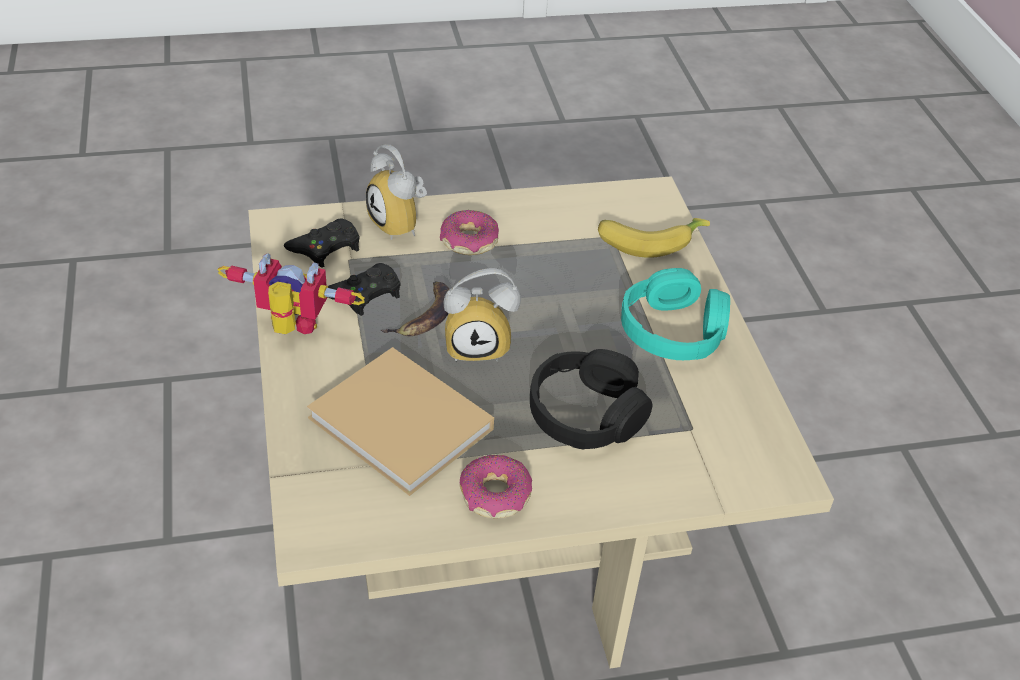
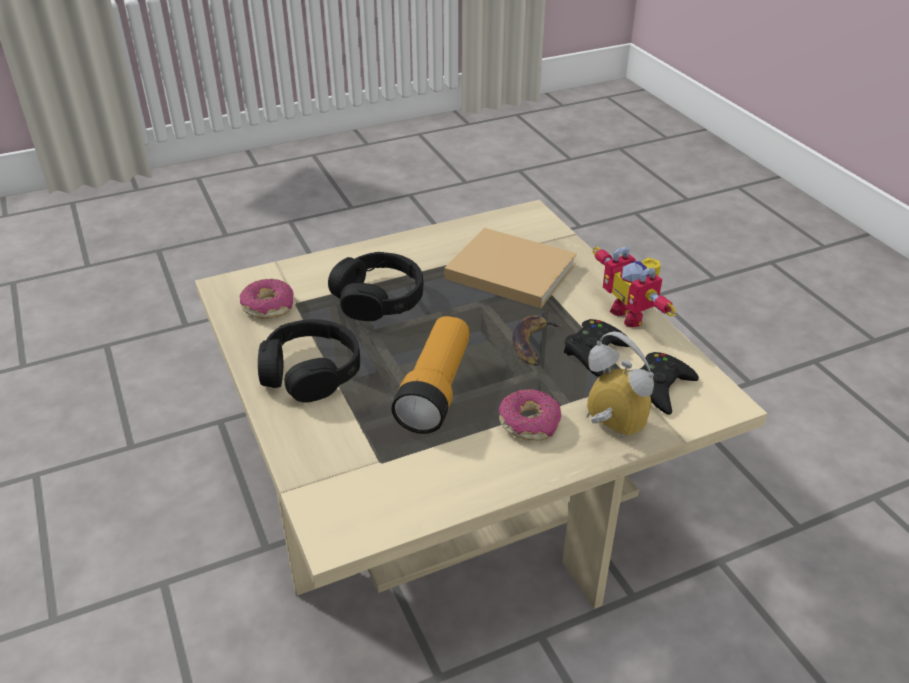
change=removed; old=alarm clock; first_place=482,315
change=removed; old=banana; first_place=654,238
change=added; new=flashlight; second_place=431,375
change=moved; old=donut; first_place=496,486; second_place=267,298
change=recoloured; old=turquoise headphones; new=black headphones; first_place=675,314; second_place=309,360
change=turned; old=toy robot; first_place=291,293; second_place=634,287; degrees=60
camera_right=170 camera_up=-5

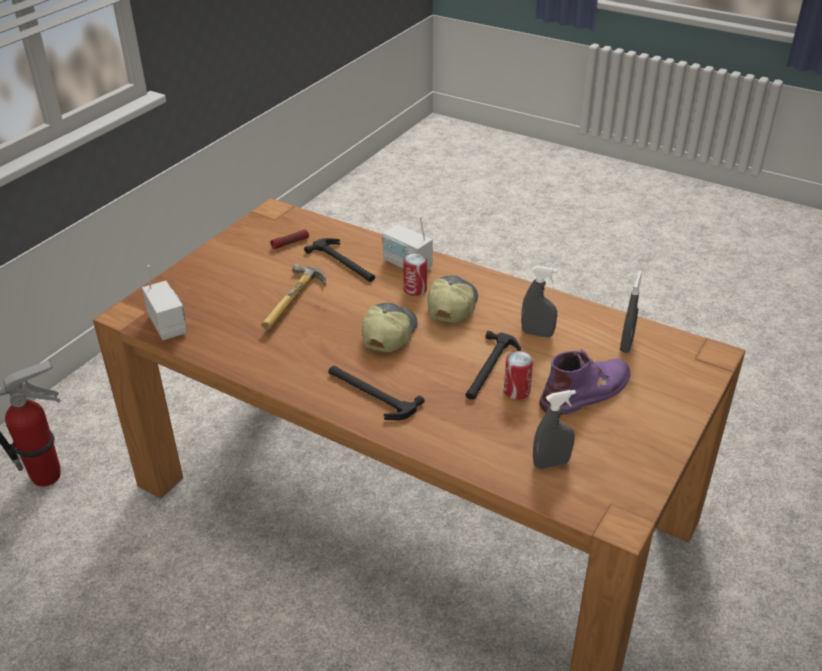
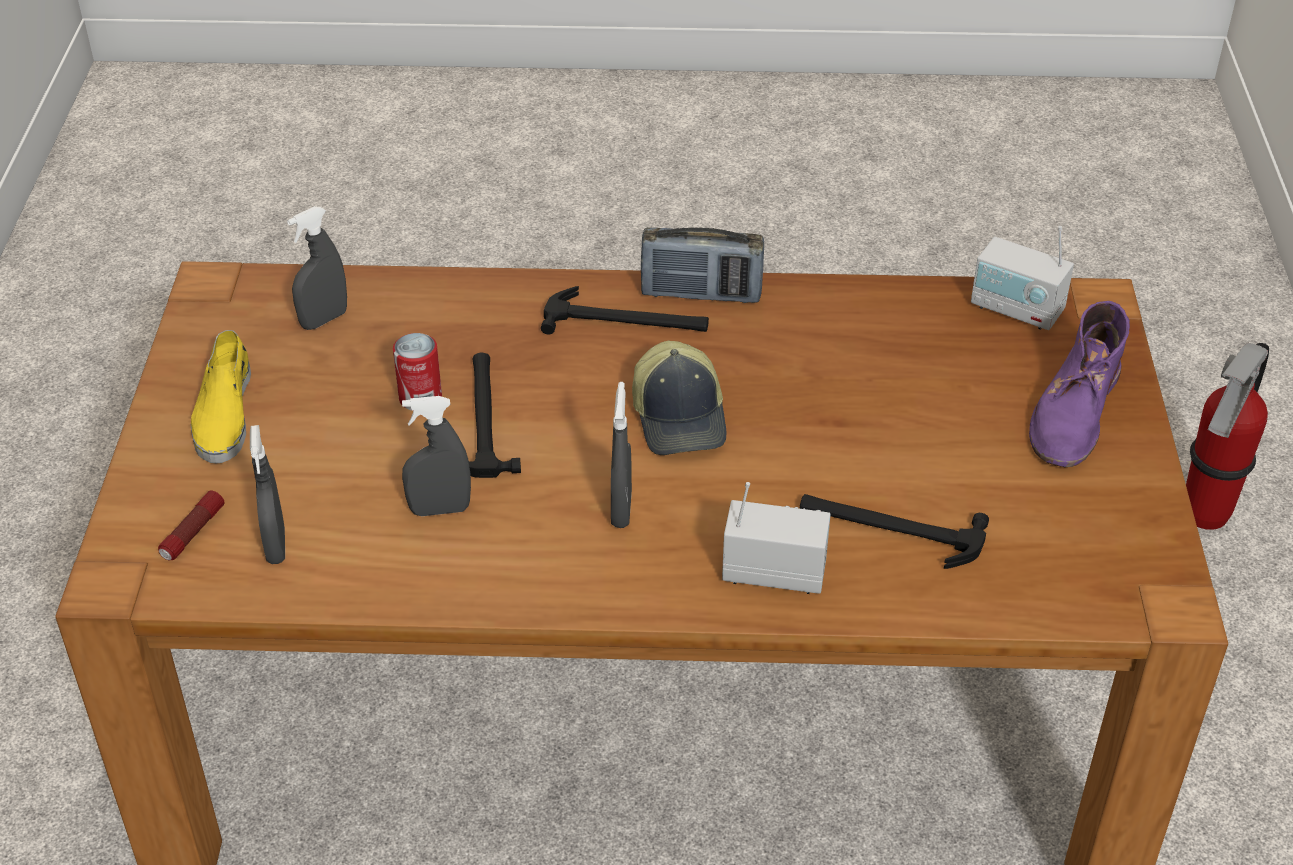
change=removed; old=hammer; first_place=293,296
change=removed; old=can; first_place=415,274
change=added; new=yellow shoe; second_place=221,396
change=added; new=radio; second_place=702,265
change=moved; old=flashlight; first_place=290,239; second_place=191,525
change=moved; old=purple boot; first_place=584,382; second_place=1079,384
change=replaced; old=cap; new=grey spray bottle; first_place=452,299; second_place=621,455
camera_right=150 camera_up=5

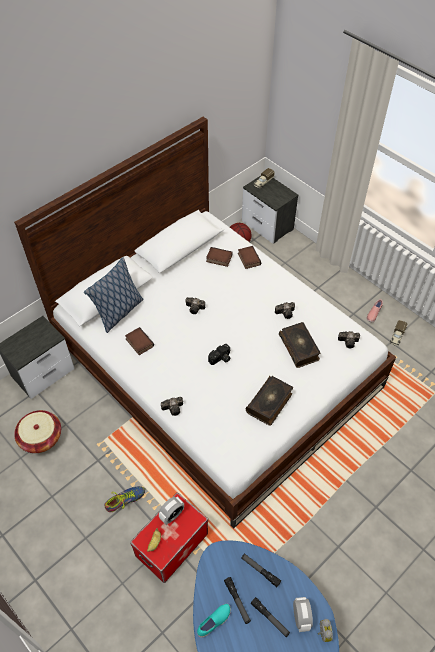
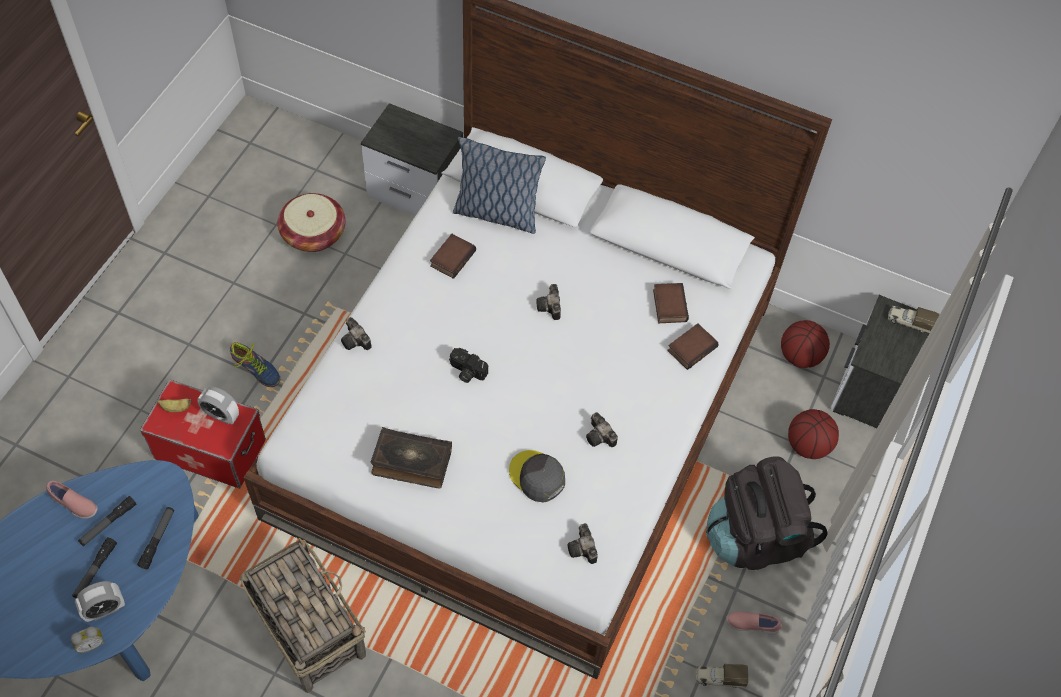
change=added; new=basket; second_place=303,615
change=added; new=black backpack; second_place=767,513
change=added; new=basketball; second_place=813,434
change=replaced; old=book; new=grey cap; first_place=300,345; second_place=537,476
change=recoloured; old=turquoise shoe; new=pink shoe; first_place=214,621; second_place=72,500
camera_right=65 camera_up=5

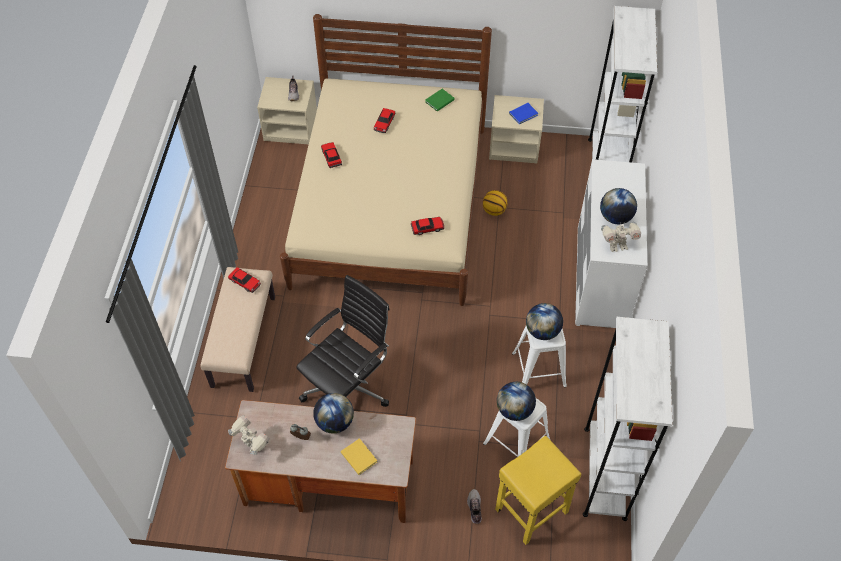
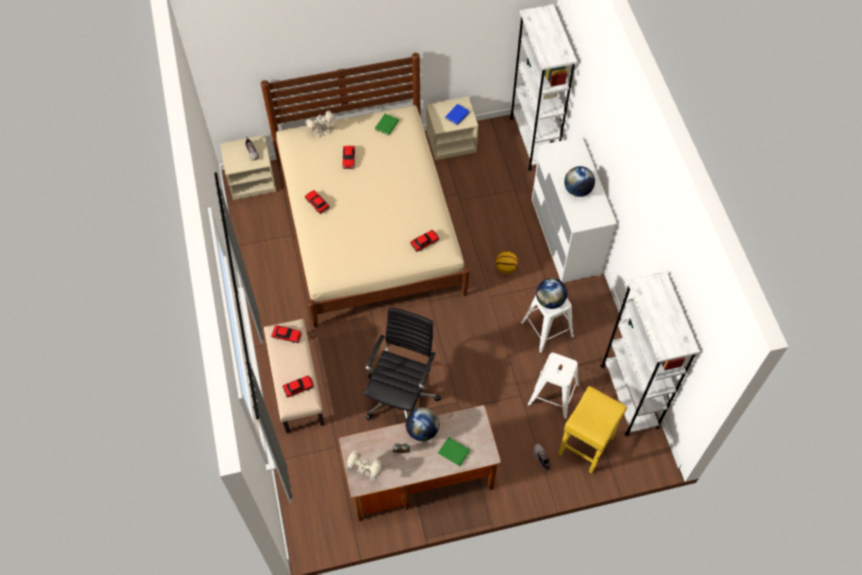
change=removed; old=globe; first_place=516,401
change=added; new=toy car; second_place=298,387
change=moved; old=basketball; first_place=495,203; second_place=506,262
change=moved; old=toy robot; first_place=621,237; second_place=320,123
change=recoloured; old=yellow book; new=green book; first_place=359,456; second_place=454,451
camera_right=-20 camera_up=5

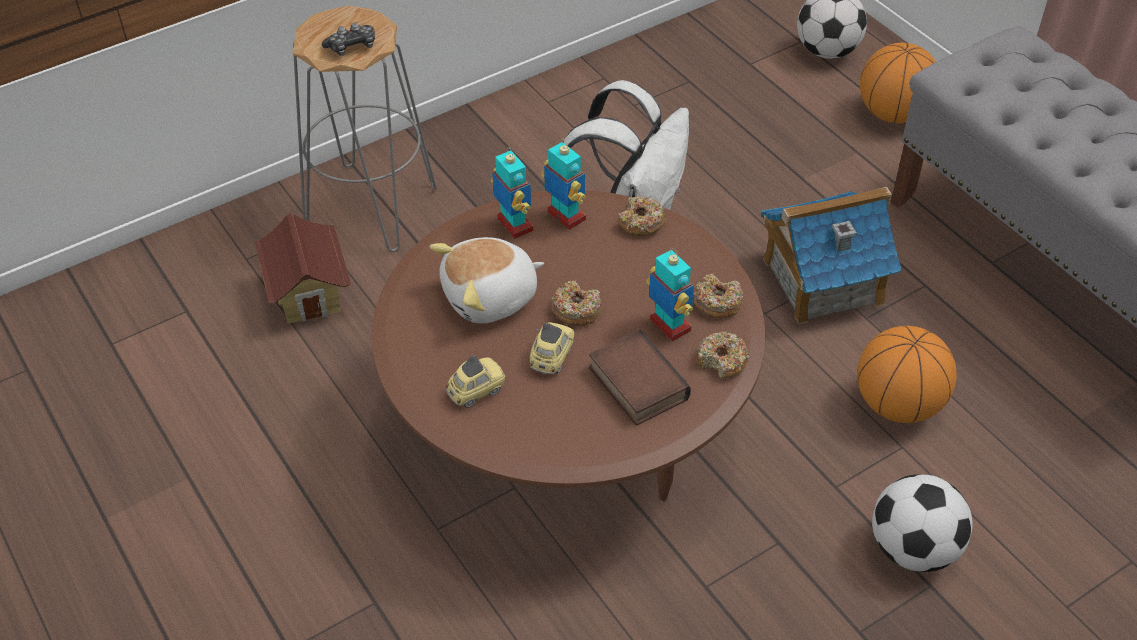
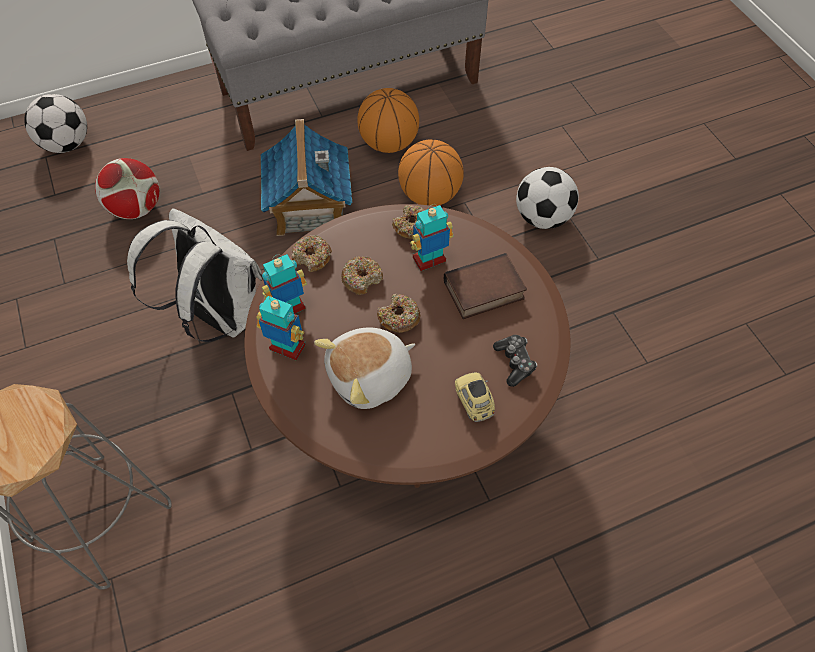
change=removed; old=toy house; first_place=302,269
change=removed; old=toy car; first_place=552,348
change=added; new=football; second_place=127,188
change=moved; old=game controller; first_place=348,39; second_place=515,361
change=moved; old=donut; first_place=722,354; second_place=362,276
change=moved; old=basketball; first_place=898,83; second_place=388,120
change=turned; old=plush toy; first_place=487,280; second_place=364,368; degrees=75
change=turned; old=toy robot; first_place=512,193; second_place=281,328; degrees=45
camera_right=-80 camera_up=10

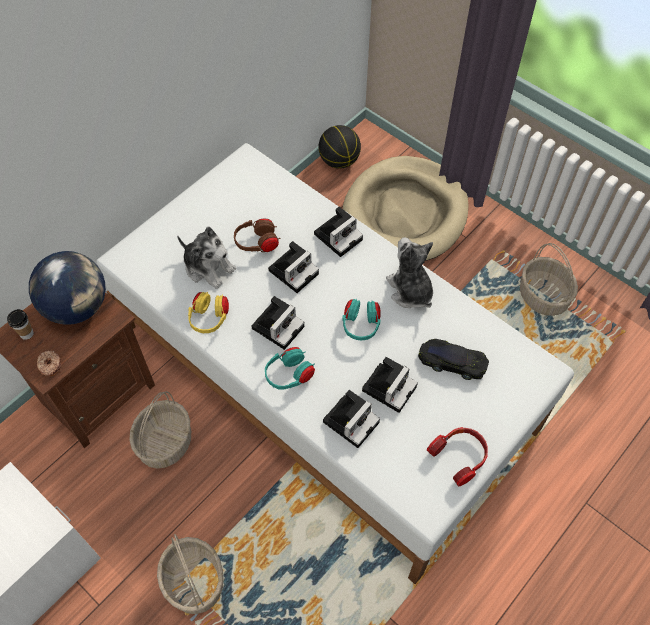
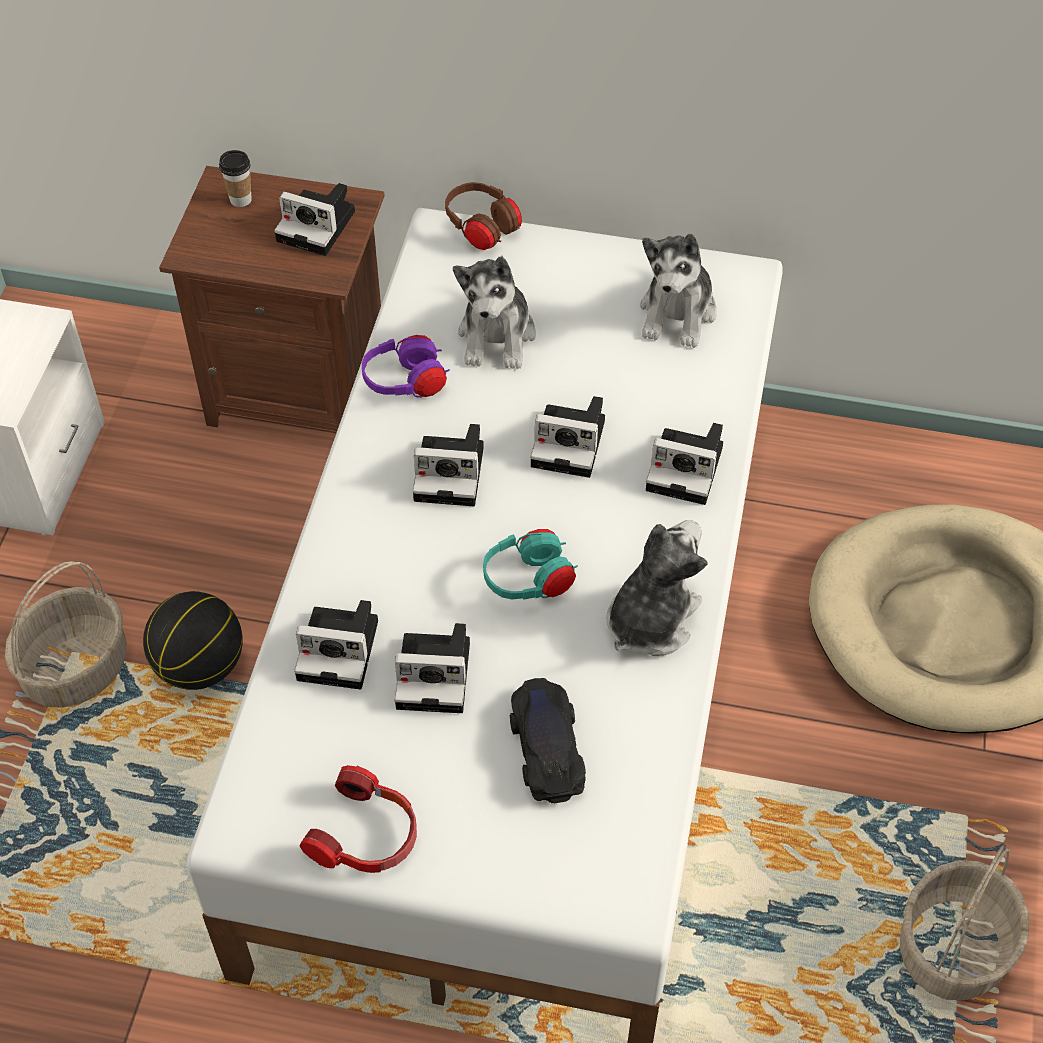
change=removed; old=donut; first_place=49,363
change=removed; old=basket; first_place=160,430
change=removed; old=turquoise headphones; first_place=290,368
change=added; new=plush toy; second_place=678,291
change=moved; old=brown headphones; first_place=257,235; second_place=483,216
change=moved; old=basketball; first_place=340,147; second_place=193,640
change=replaced; old=globe; new=photo camera; first_place=67,288; second_place=314,219
change=recoloured; old=yellow headphones; new=purple headphones; first_place=208,312; second_place=406,366
camera_right=60 camera_up=-5

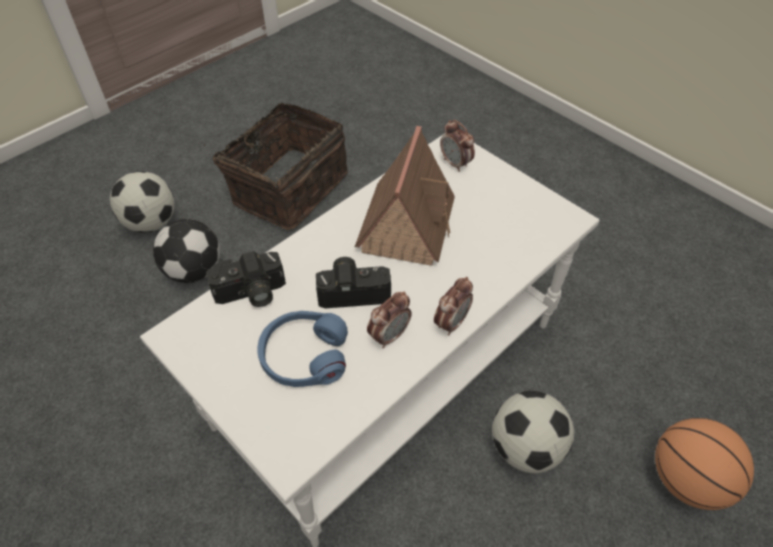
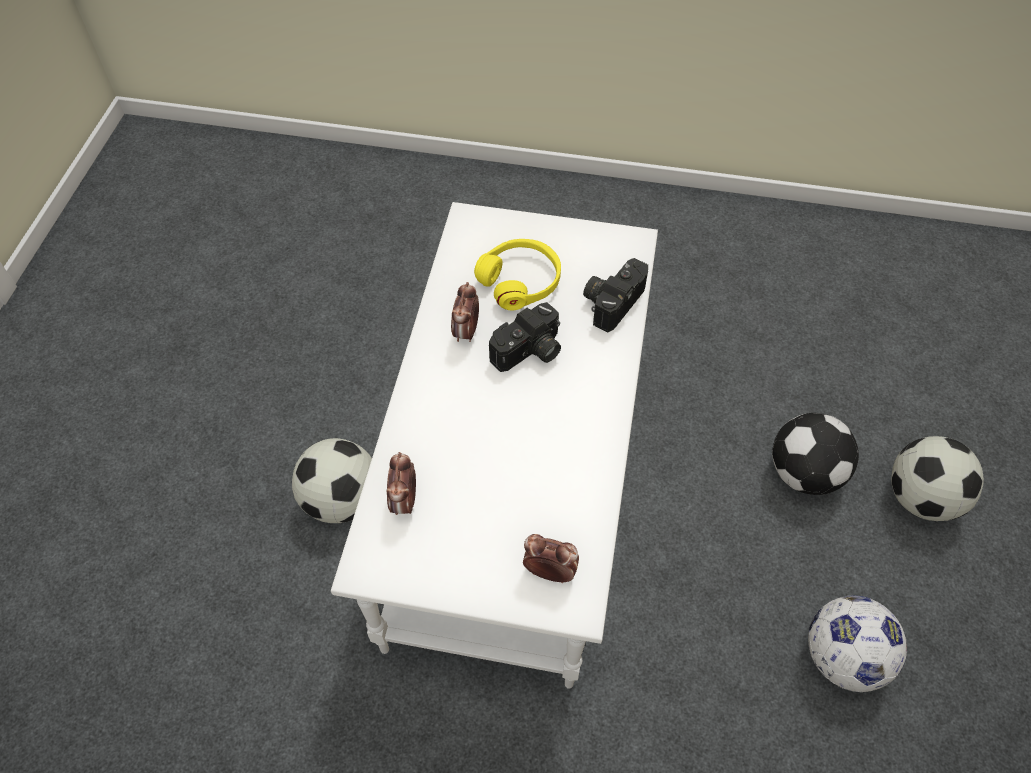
change=removed; old=toy house; first_place=405,196
change=removed; old=basketball; first_place=704,464
change=moved; old=alarm clock; first_place=453,306; second_place=401,483
change=replaced; old=basket; new=football; first_place=276,166; second_place=857,643
change=recoloured; old=blue headphones; new=yellow headphones; first_place=302,349; second_place=517,275
camera_right=145 camera_up=5

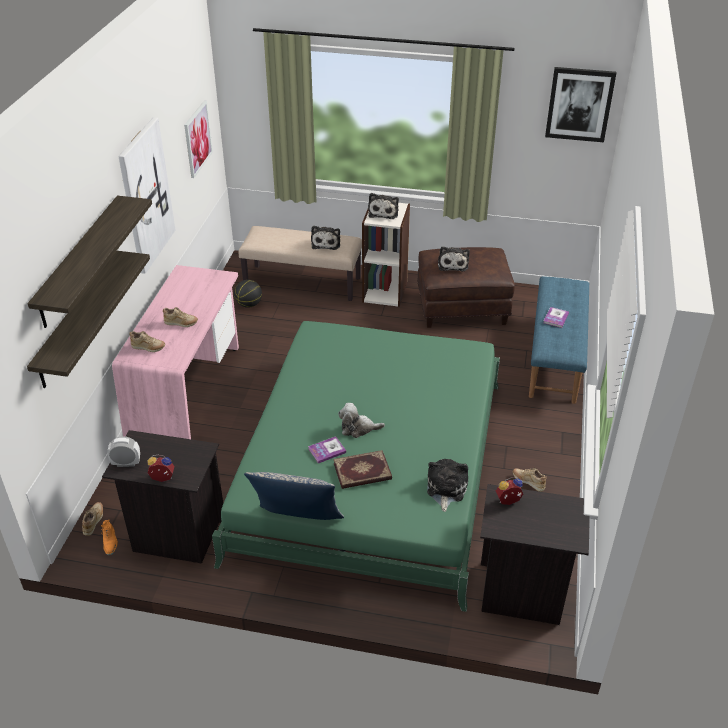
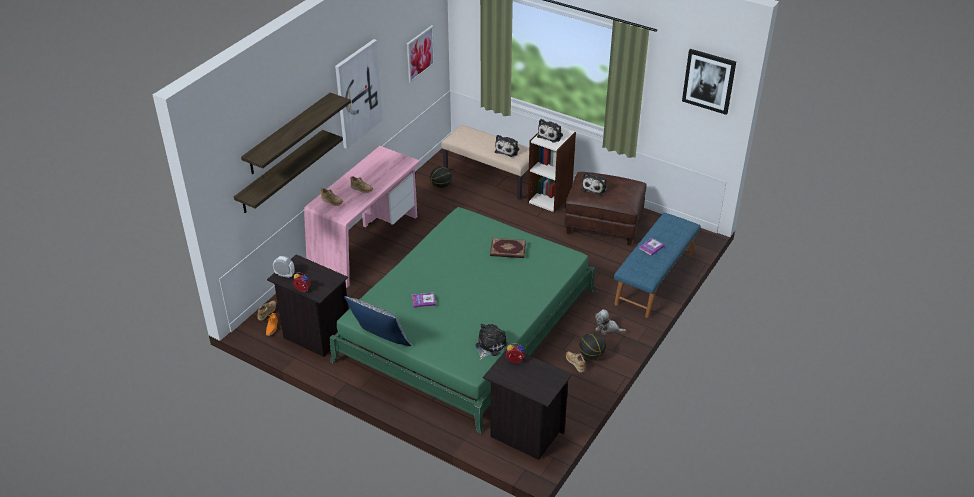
change=added; new=basketball; second_place=592,345
change=moved; old=book; first_place=362,469; second_place=508,248
change=moved; old=plush toy; first_place=361,420; second_place=610,322
camera_right=20 camera_up=0

